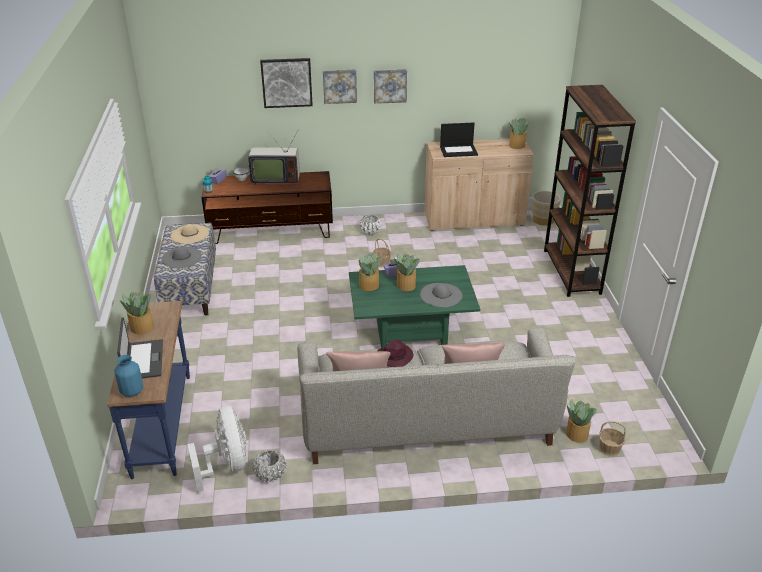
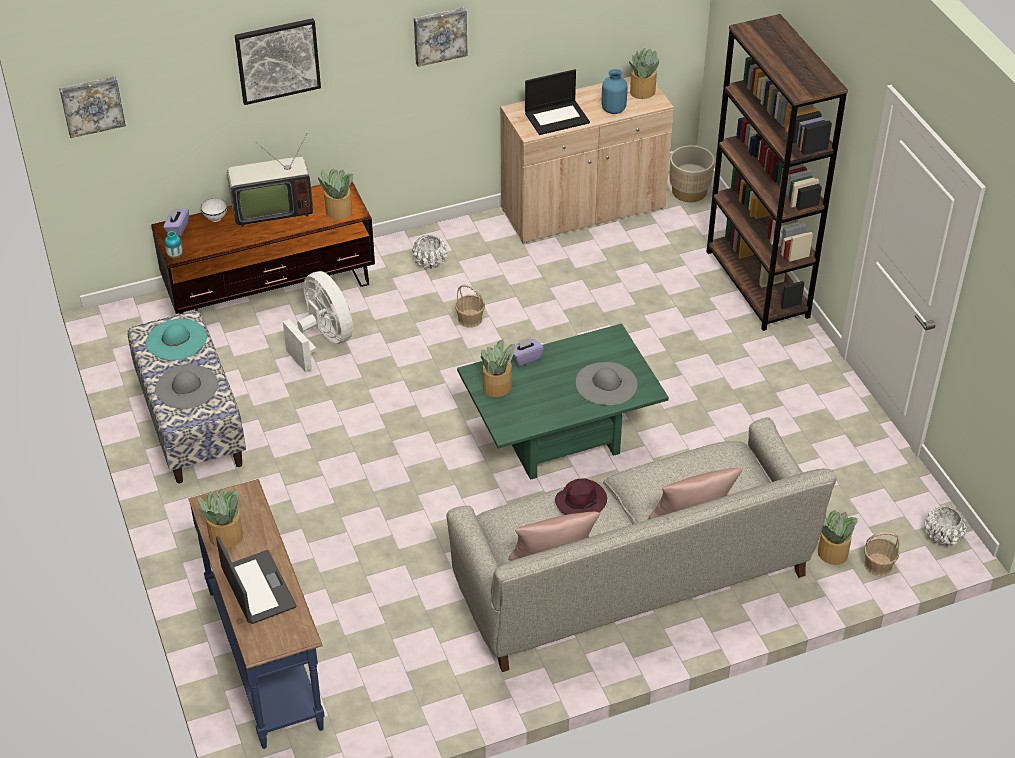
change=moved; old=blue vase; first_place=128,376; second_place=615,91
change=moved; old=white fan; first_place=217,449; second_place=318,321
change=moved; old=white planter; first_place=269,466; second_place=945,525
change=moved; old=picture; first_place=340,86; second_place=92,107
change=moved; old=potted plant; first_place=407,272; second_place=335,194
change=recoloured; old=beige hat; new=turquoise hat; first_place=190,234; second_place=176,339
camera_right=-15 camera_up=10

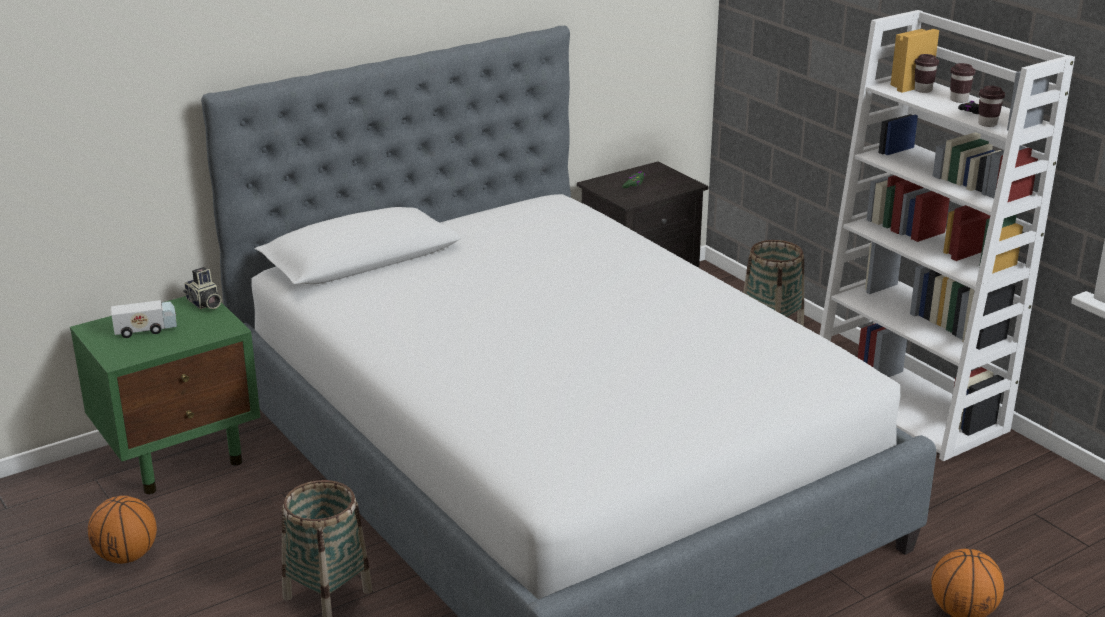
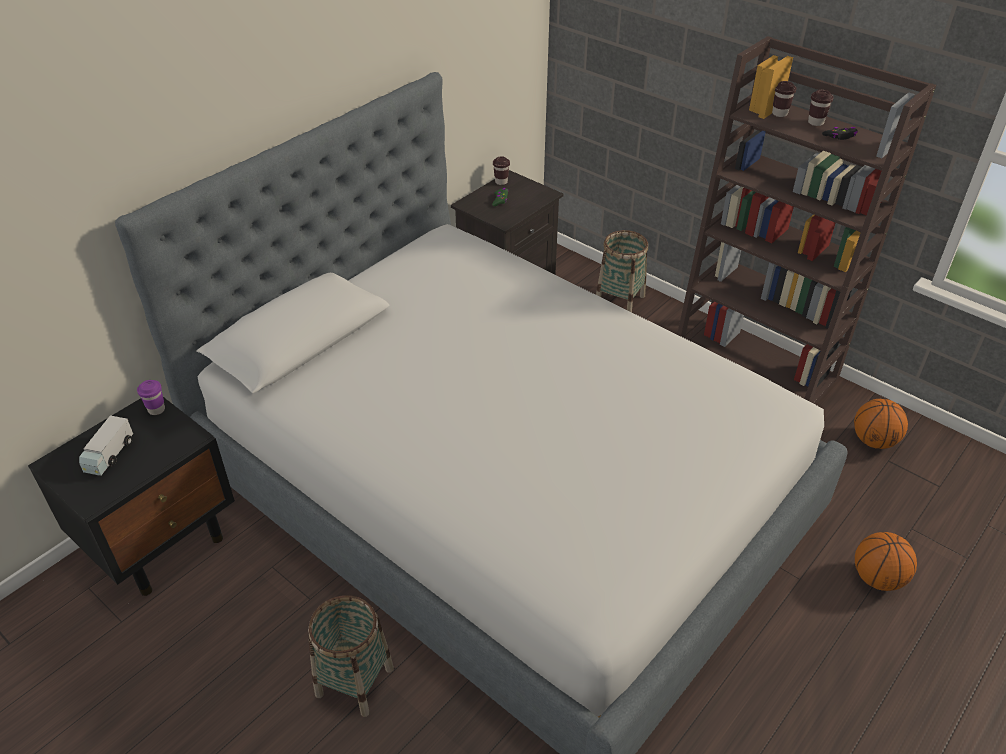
change=moved; old=basketball; first_place=122,530; second_place=881,424
change=moved; old=brown cup; first_place=991,106; second_place=501,170
change=replaced; old=photo camera; new=purple cup; first_place=202,288; second_place=151,397
change=recoloured; old=green nightstand; new=black nightstand; first_place=165,395; second_place=131,496
change=recoloured; old=white bookcase; new=brown bookcase; first_place=947,235; second_place=806,220
change=turned; old=toy truck; first_place=144,319; second_place=106,445; degrees=135
camera_right=-15 camera_up=15

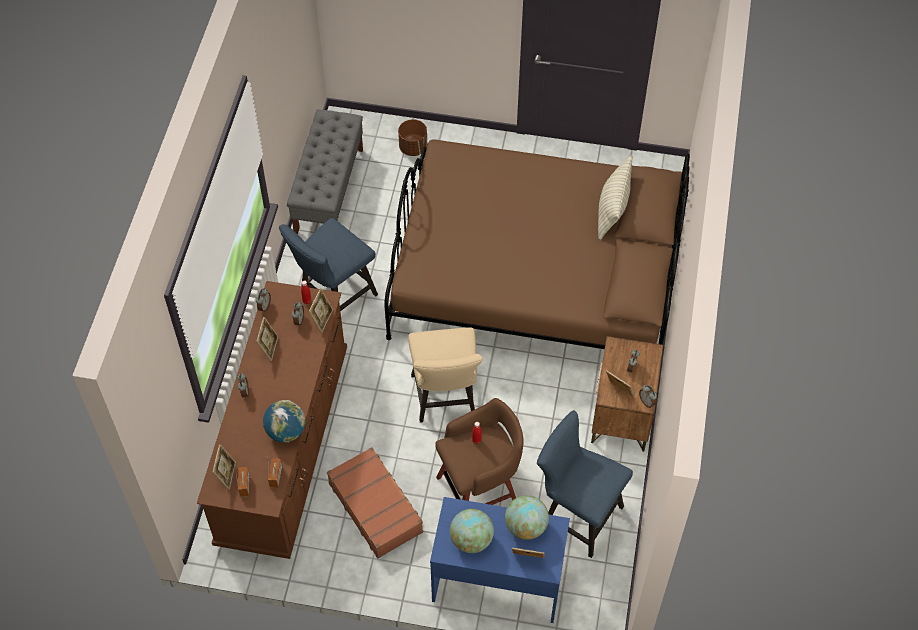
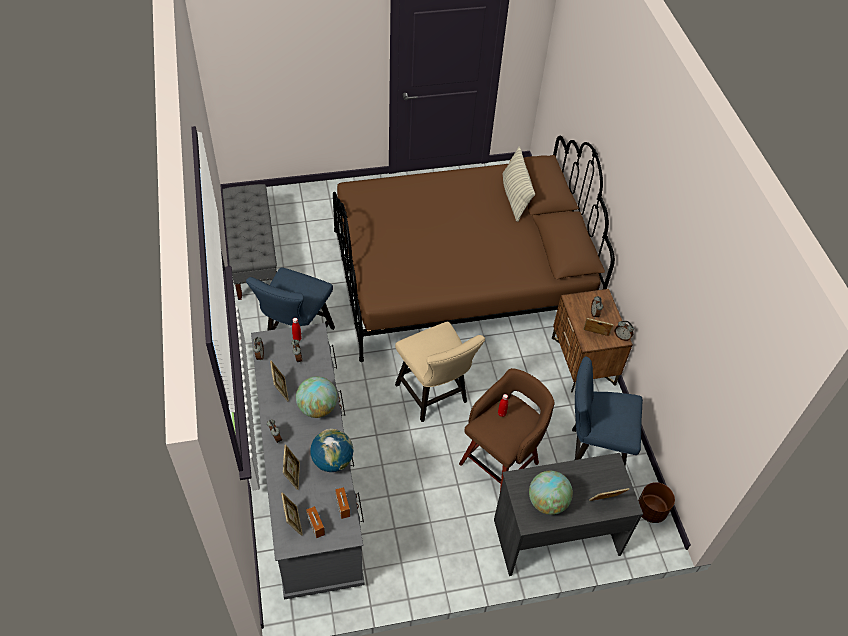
change=removed; old=brown suitcase; first_place=375,503
change=moved; old=picture frame; first_place=321,310; second_place=291,467
change=moved; old=brown planter; first_place=412,137; second_place=656,502
change=moved; old=globe; first_place=527,517; second_place=316,397
change=recoloured; old=brown dresser; new=grey dresser; first_place=272,420; second_place=308,461
change=recoloured; old=blue desk; new=grey desk; first_place=500,560; second_place=568,514
camera_right=-25 camera_up=-5

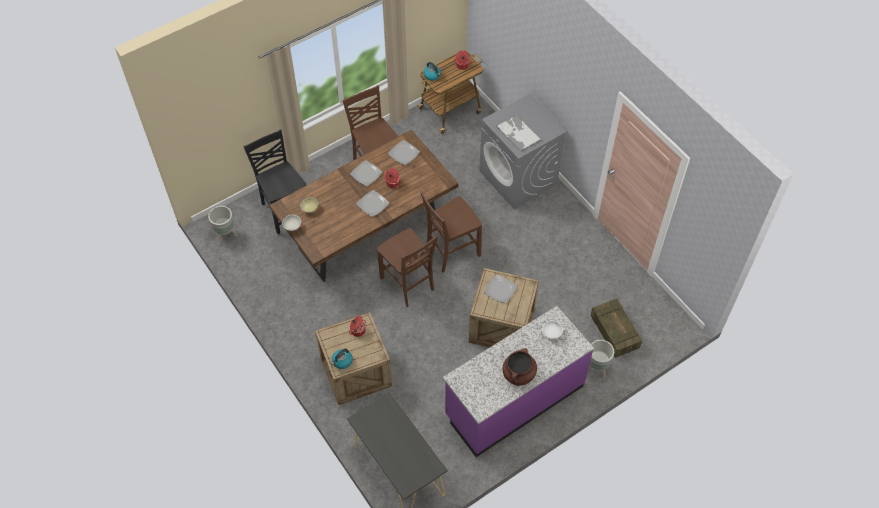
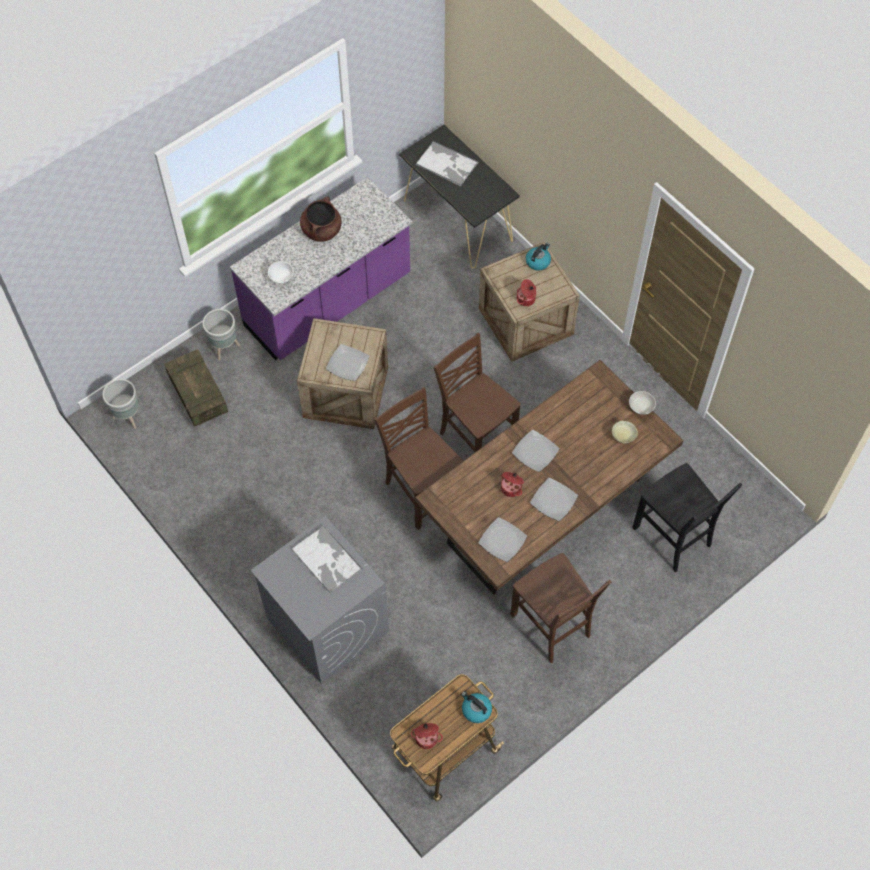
change=added; new=tray; second_place=446,163
change=moved; old=grey planter; first_place=222,224; second_place=120,404
change=turned; old=brown chair; first_place=451,231; second_place=418,458; degrees=-90
camera_right=175 camera_up=5

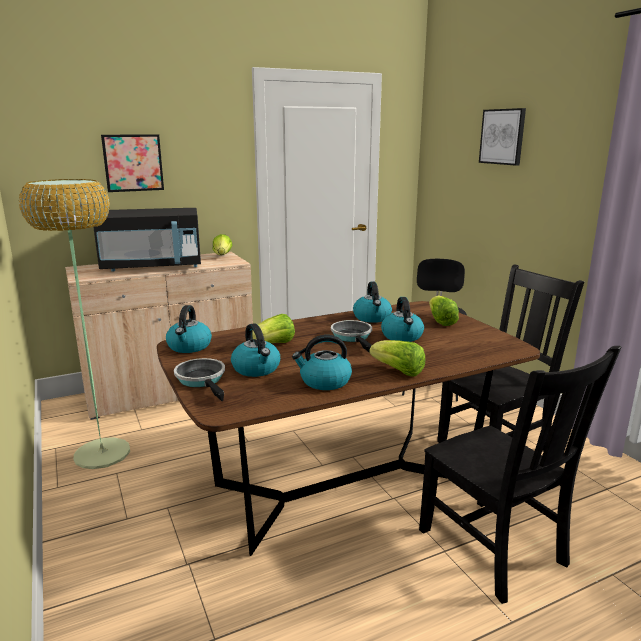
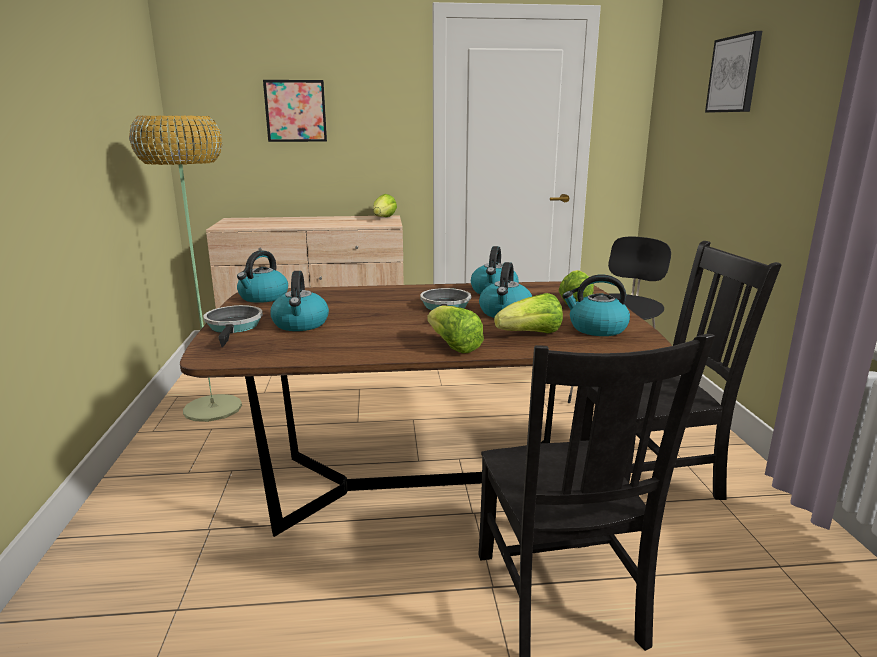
change=removed; old=black microwave; first_place=147,240
change=moved; old=lettuce; first_place=273,328; second_place=528,313
change=moved; old=kettle; first_place=322,362; second_place=596,305
camera_right=20 camera_up=0

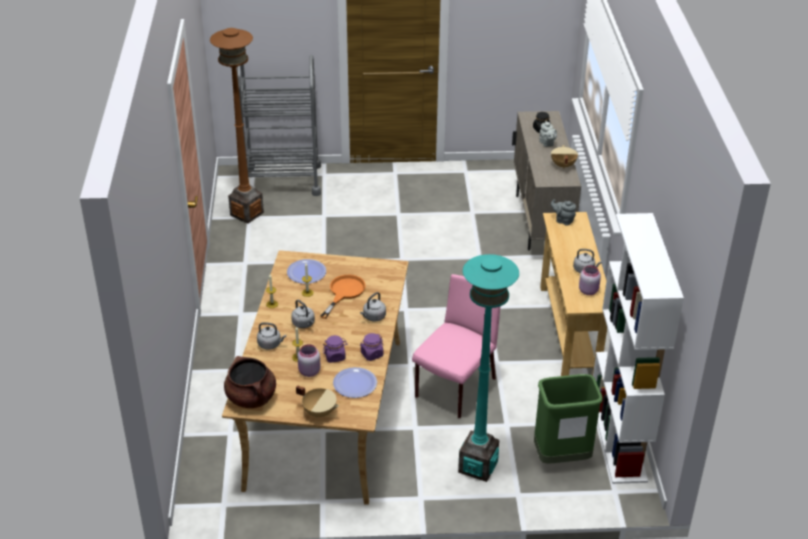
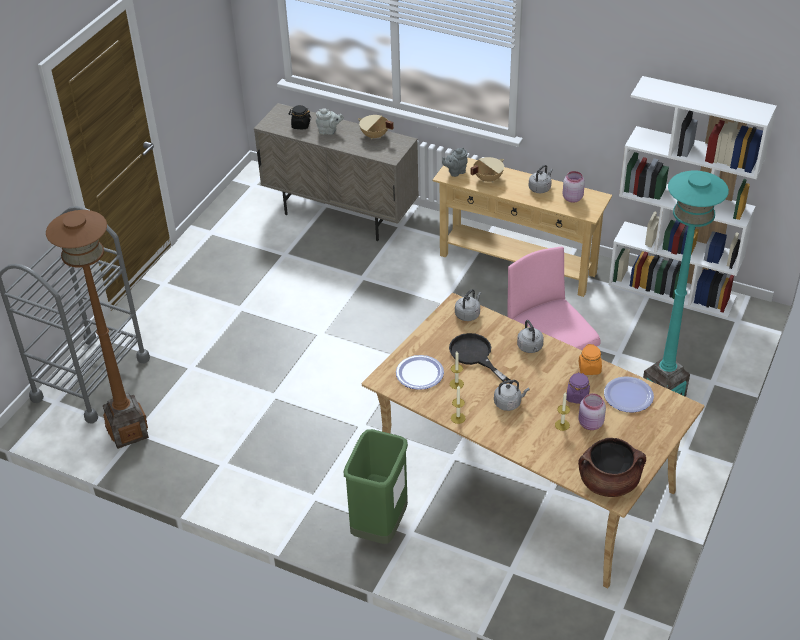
change=moved; old=grey kettle; first_place=271,335; second_place=468,305
change=moved; old=beige cooking pot; first_place=317,401; second_place=487,170
change=moved; old=green trash can; first_place=568,418; second_place=376,486
change=recoloured; old=orange frying pan; new=black frying pan; first_place=343,297; second_place=481,358
change=recoloured; old=purple jar; new=orange jar; first_place=372,347; second_place=590,359
camera_right=-60 camera_up=5

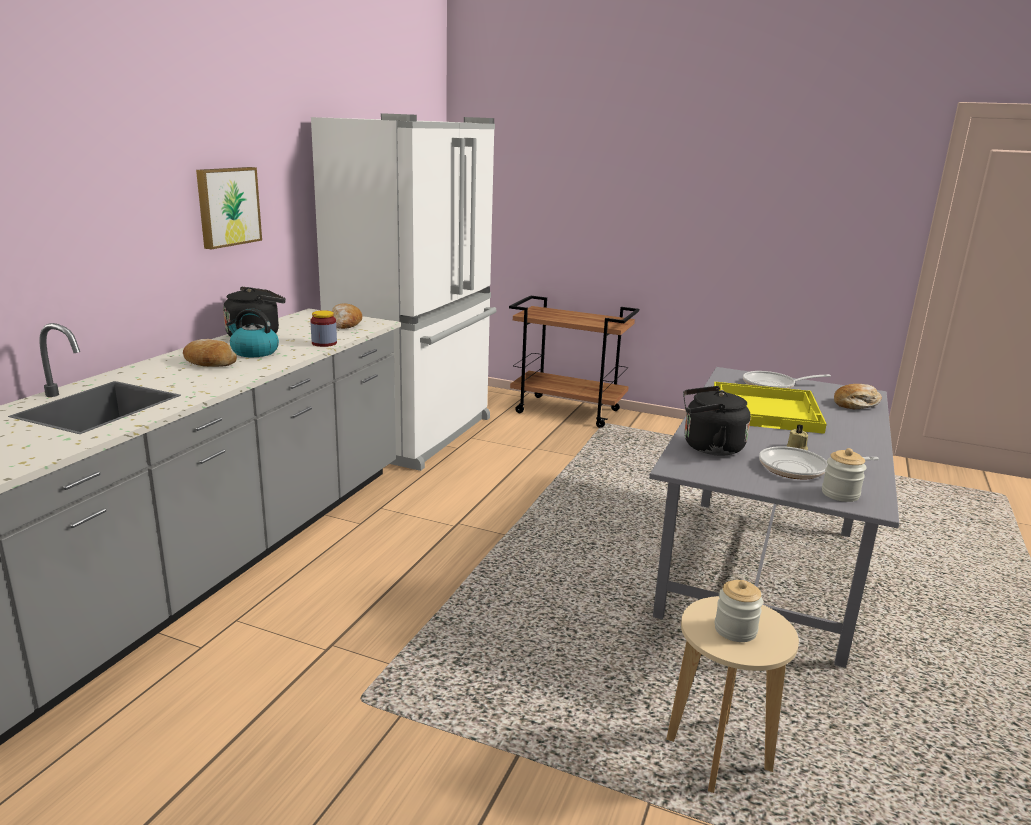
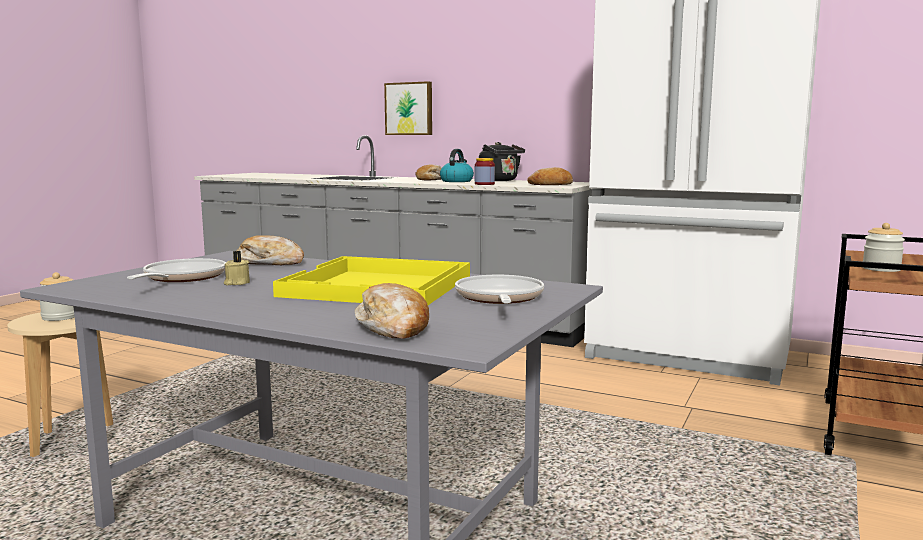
change=moved; old=picture; first_place=229,208; second_place=408,108
change=moved; old=jar; first_place=844,475; second_place=884,247
change=replaced; old=black kettle; new=bread; first_place=717,421; second_place=270,250
camera_right=95 camera_up=-10

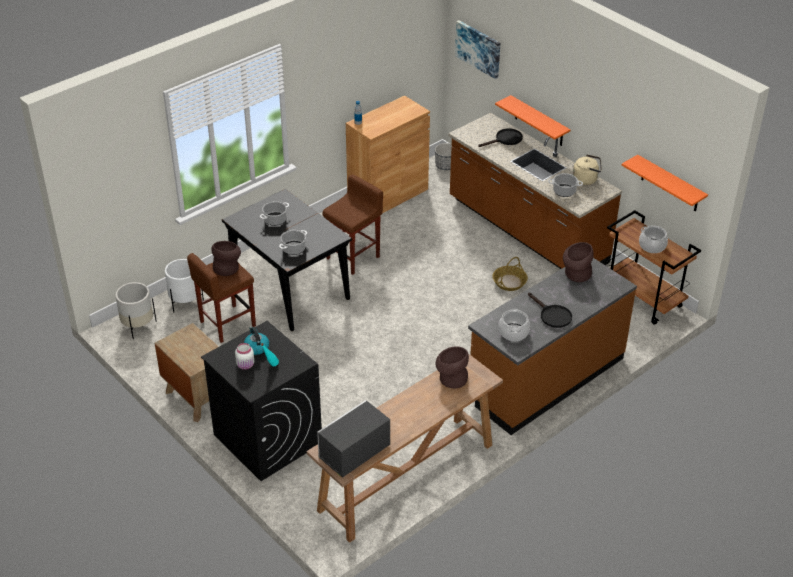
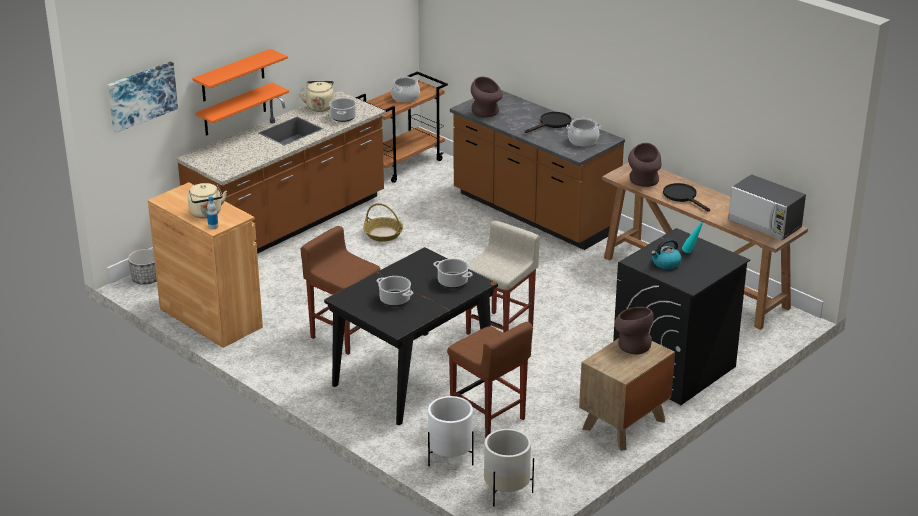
change=removed; old=white jar; first_place=244,356
change=added; new=beige kettle; second_place=207,200
change=added; new=beige stool; second_place=503,278
change=moved; old=brown vase; first_place=226,258; second_place=634,330
change=moved; old=black frying pan; first_place=500,137; second_place=686,197
change=moved; old=orange shelf; first_place=665,183; second_place=240,75
camera_right=-95 camera_up=-10

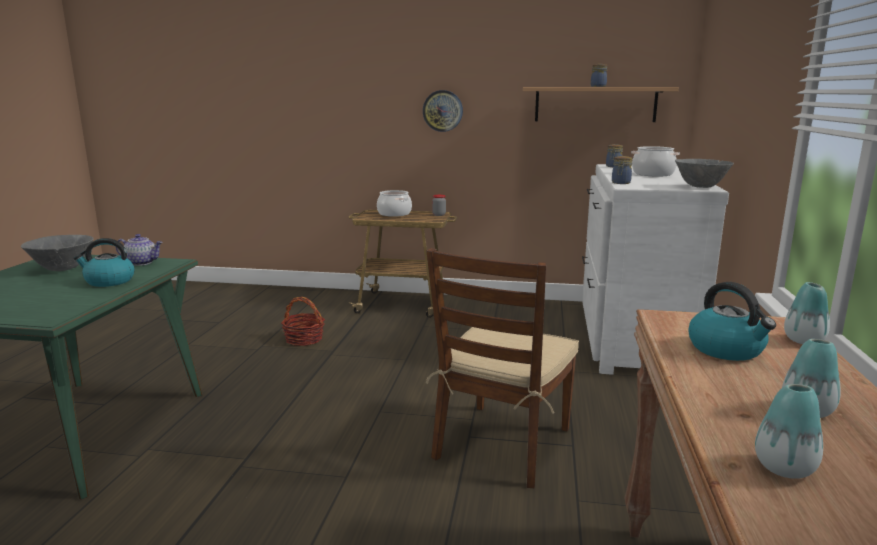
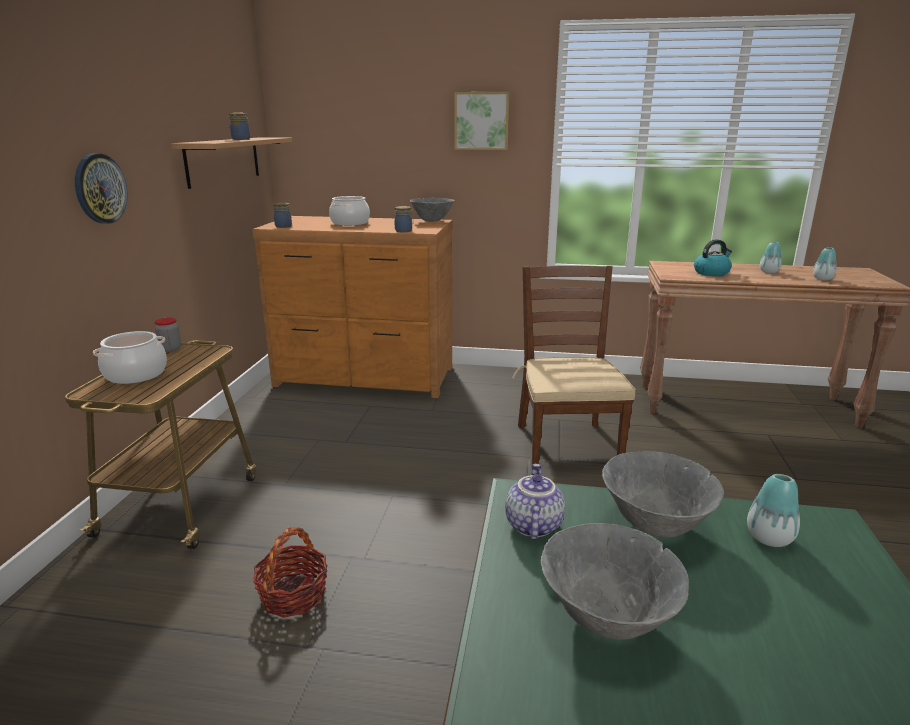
change=added; new=picture; second_place=481,121
change=moved; old=vase; first_place=807,313; second_place=773,510
change=replaced; old=kettle; new=grey bowl; first_place=104,262; second_place=663,494
change=recoloured; old=white dresser; new=brown dresser; first_place=655,269; second_place=353,307
change=turned; old=brown chair; first_place=502,368; second_place=574,365; degrees=-120
camera_right=-90 camera_up=5

